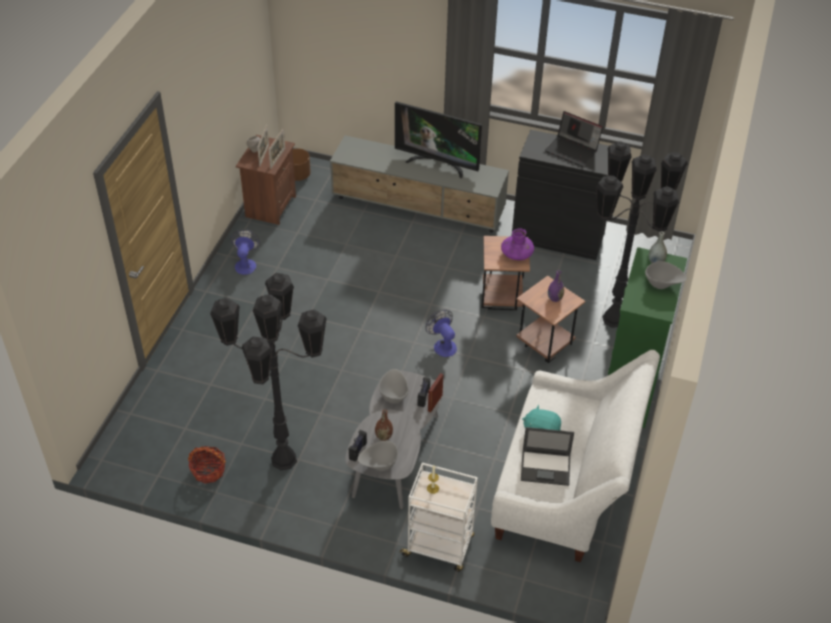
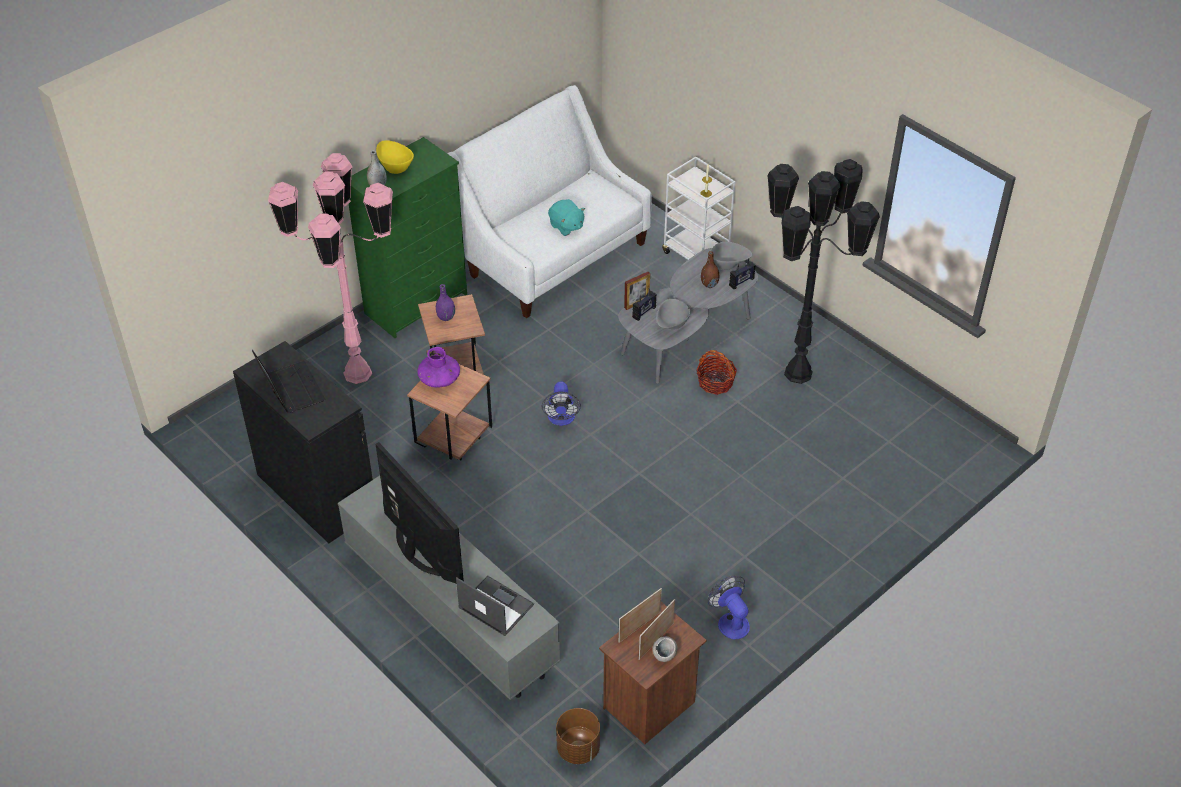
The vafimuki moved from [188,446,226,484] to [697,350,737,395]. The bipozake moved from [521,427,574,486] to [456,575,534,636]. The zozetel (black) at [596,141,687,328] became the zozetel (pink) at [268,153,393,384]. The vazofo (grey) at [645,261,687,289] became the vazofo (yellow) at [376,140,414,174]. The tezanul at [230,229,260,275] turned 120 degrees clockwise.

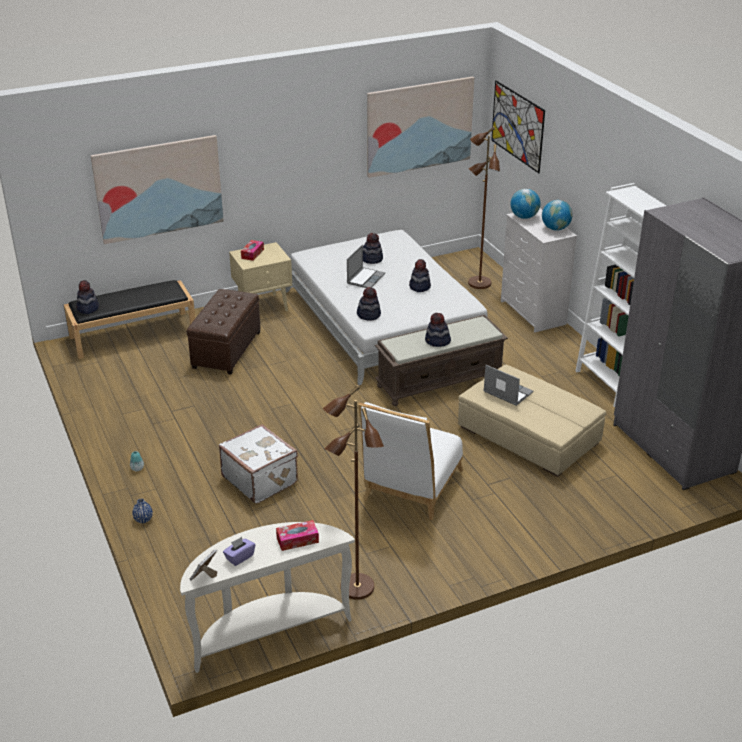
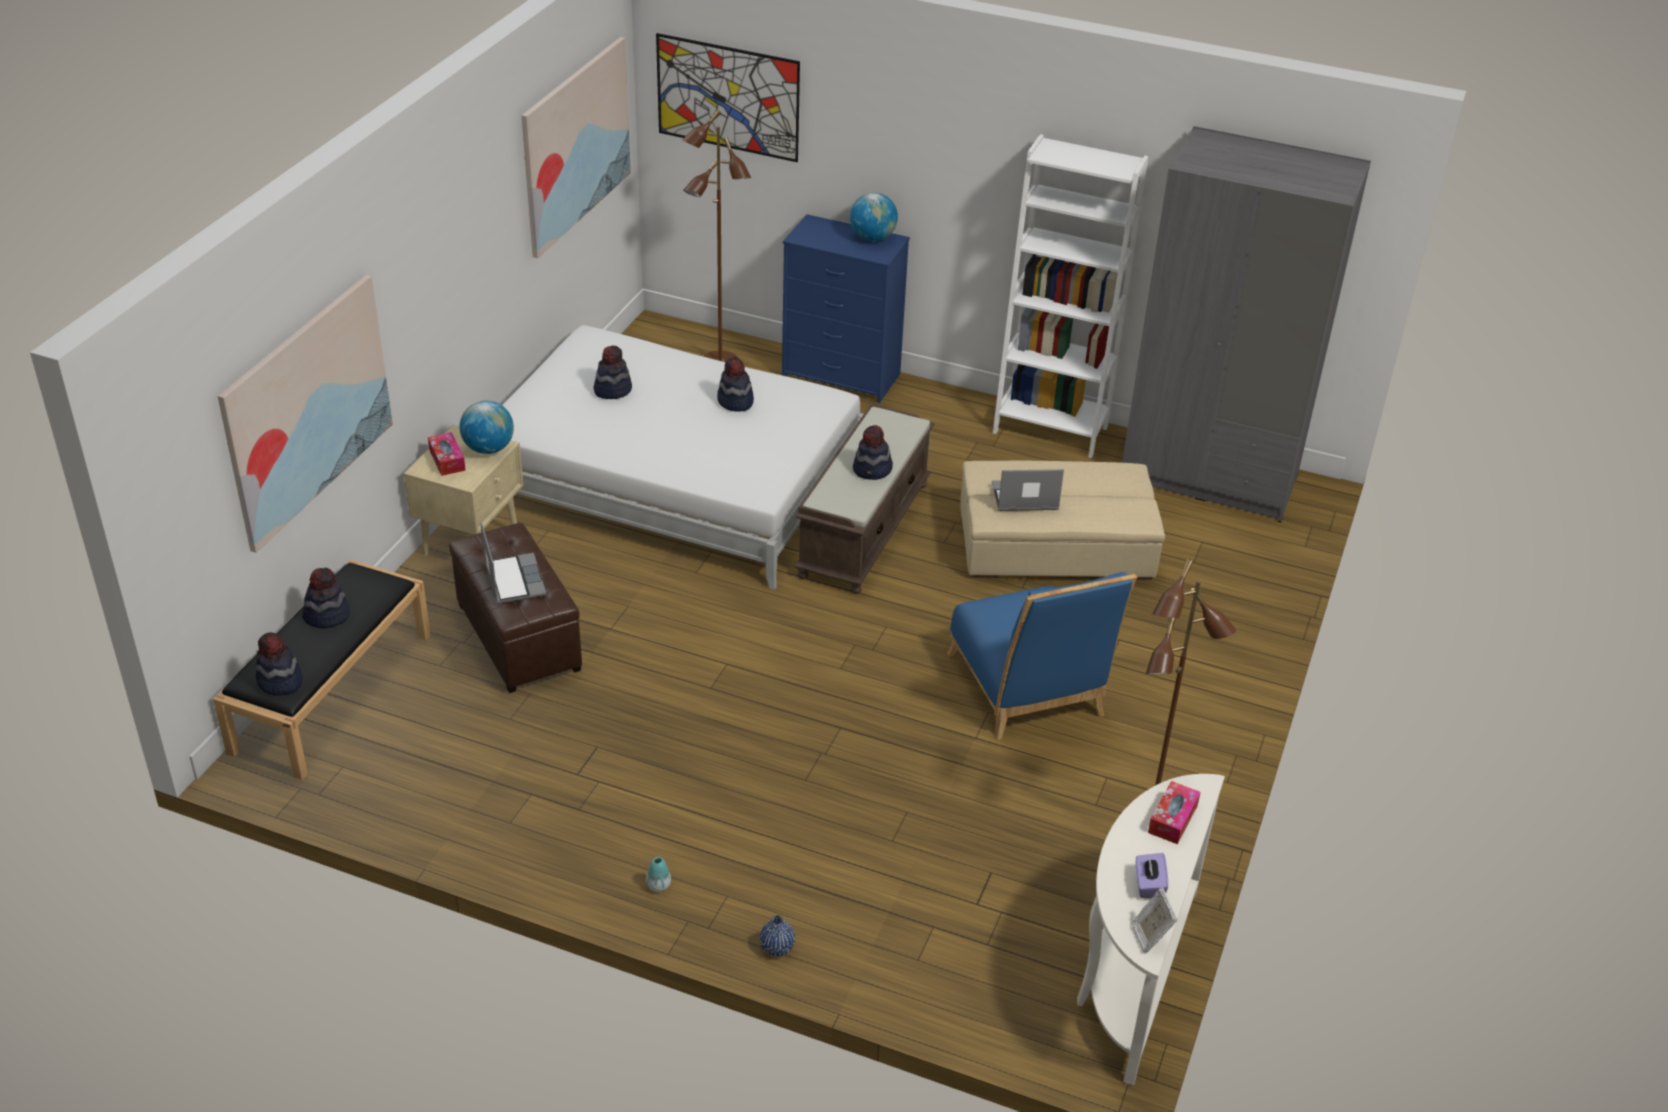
The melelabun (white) at [219,424,298,504] disappeared. The bipozake moved from [347,245,385,288] to [481,522,547,604]. The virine moved from [357,287,381,321] to [302,568,350,628]. The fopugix moved from [511,189,540,219] to [460,400,514,454]. The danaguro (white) at [358,402,463,520] became the danaguro (blue) at [947,572,1137,740]. The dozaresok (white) at [501,208,577,332] became the dozaresok (blue) at [782,214,910,403].

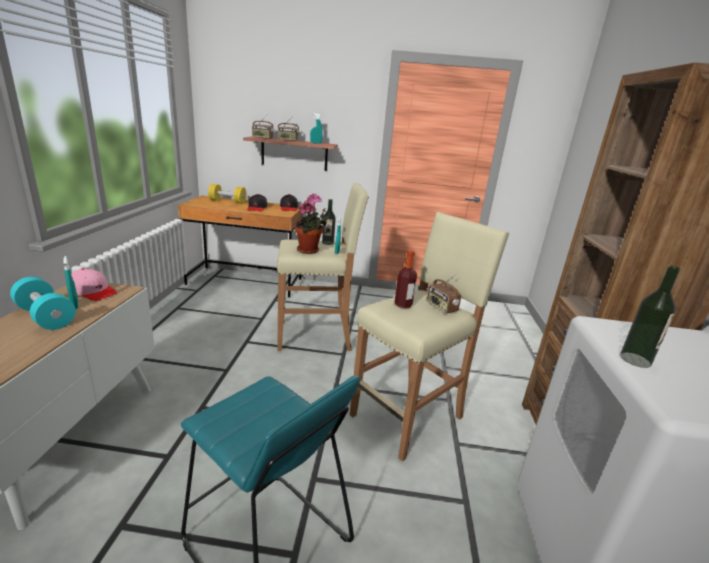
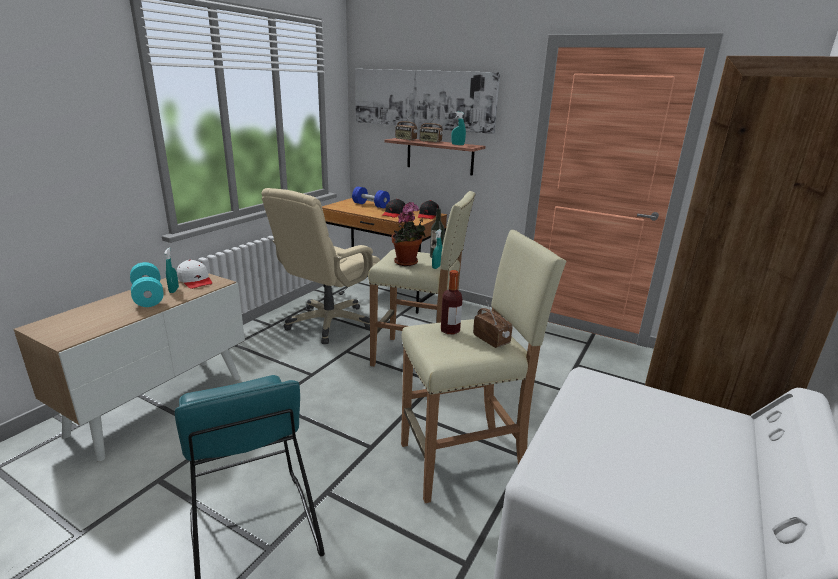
The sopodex at [620,265,680,368] disappeared. The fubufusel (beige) at [261,188,380,344] appeared. The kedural at [355,69,500,134] appeared. The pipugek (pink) at [71,268,118,301] became the pipugek (white) at [177,260,212,289]. The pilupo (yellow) at [208,184,247,204] became the pilupo (blue) at [352,187,390,208]. The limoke at [427,275,461,314] turned 150 degrees clockwise.

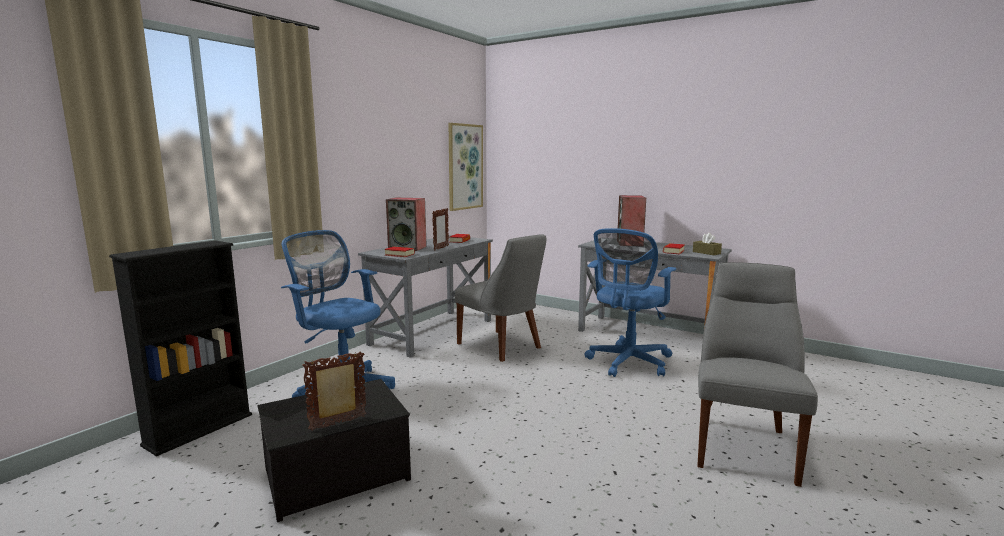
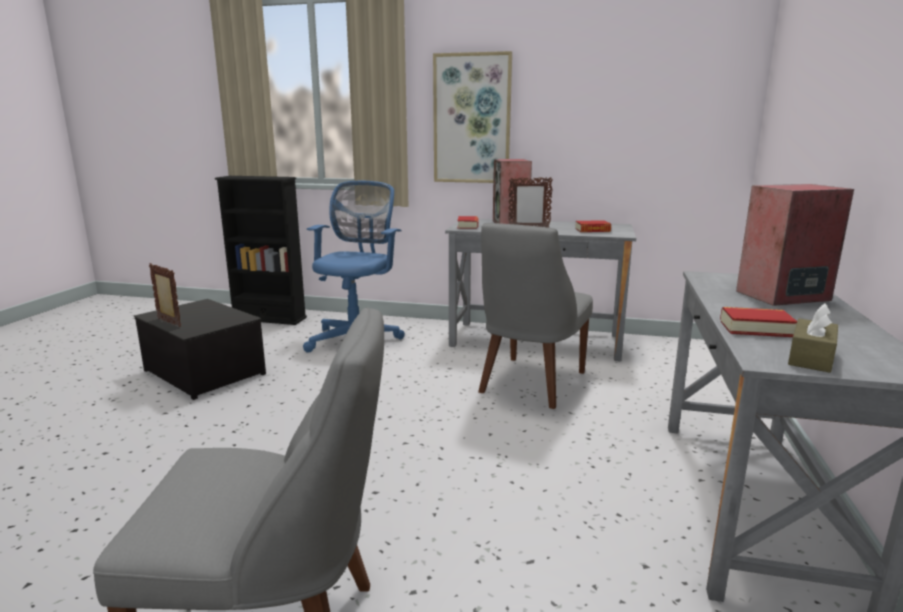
The fubufusel (blue) at [585,228,676,377] disappeared. The kedural moved from [449,123,483,211] to [433,51,512,183].

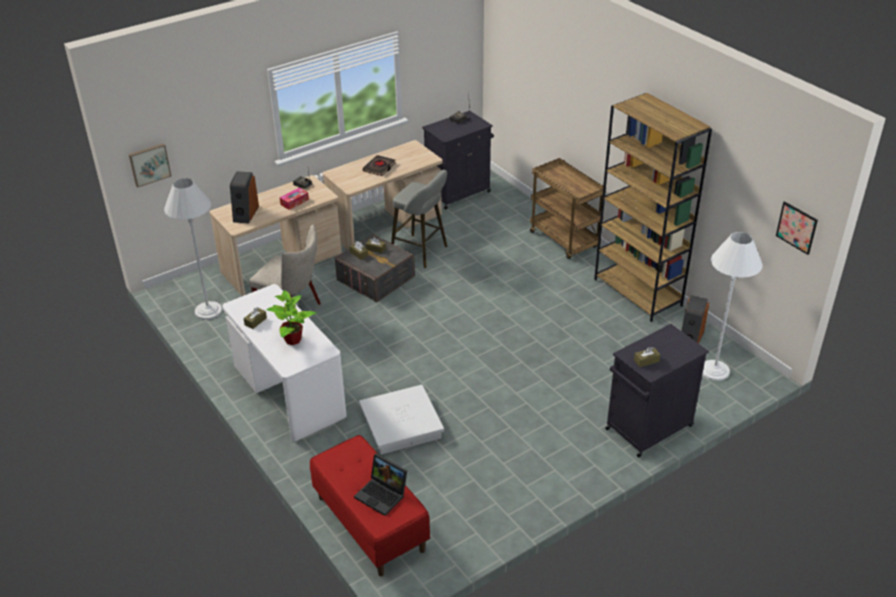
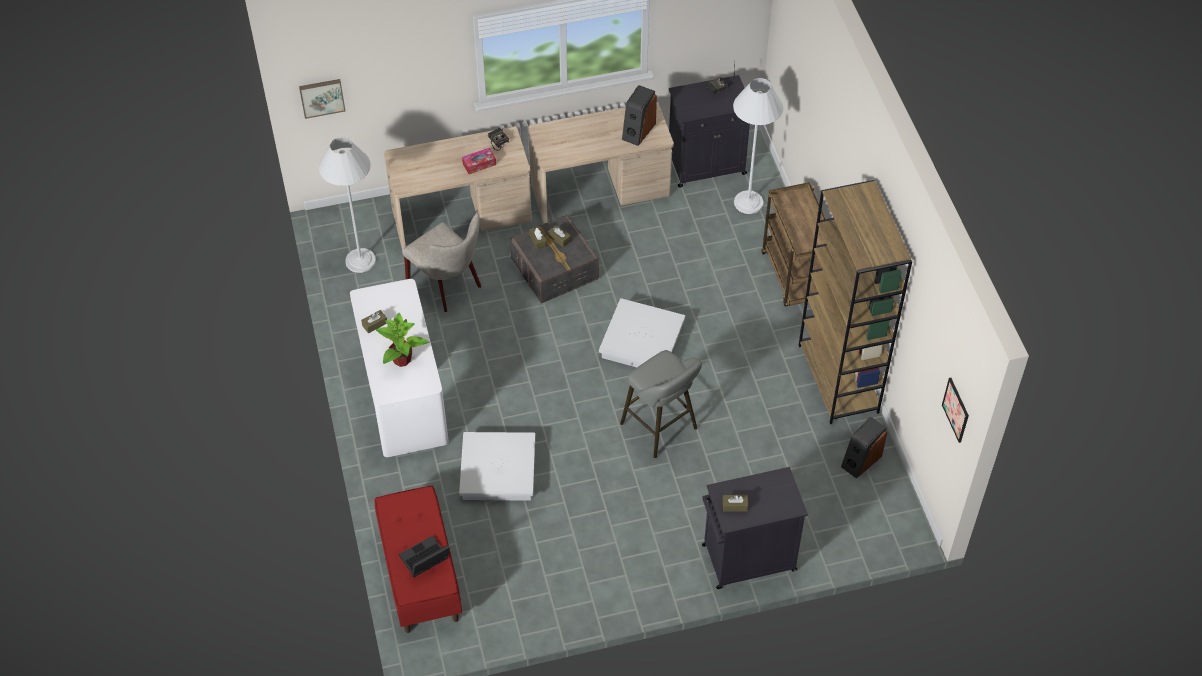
The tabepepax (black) at [363,155,395,176] disappeared. The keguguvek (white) at [599,298,685,367] appeared. The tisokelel moved from [230,171,259,223] to [622,85,657,146]. The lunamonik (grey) moved from [391,170,447,268] to [620,350,702,458]. The zozetel (white) moved from [702,232,762,381] to [733,78,783,214]. The bipozake at [354,454,407,516] turned 90 degrees clockwise.

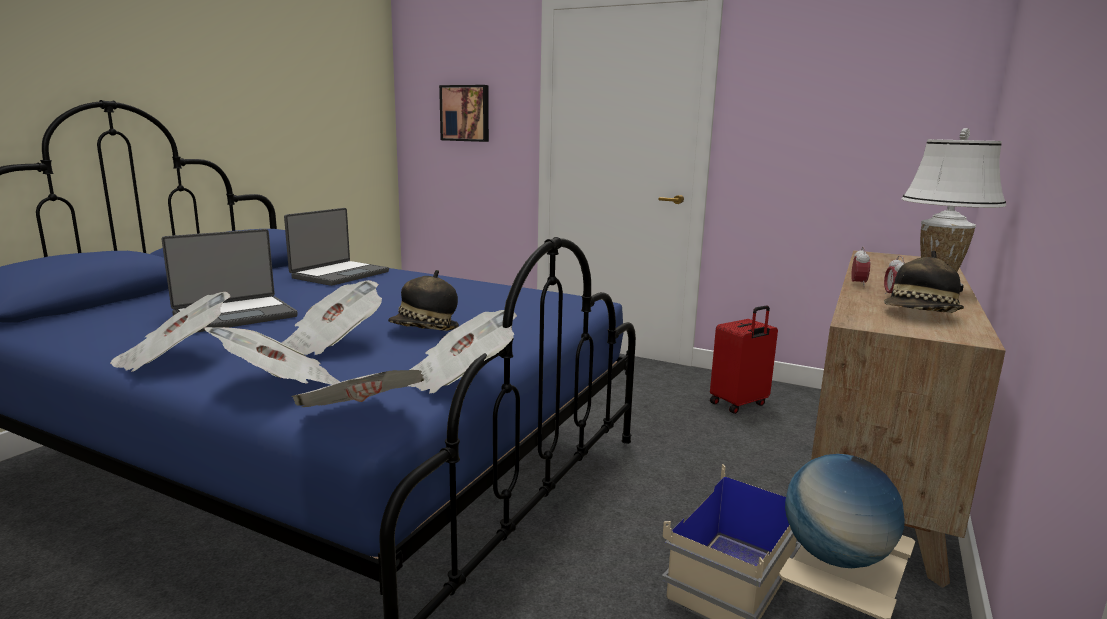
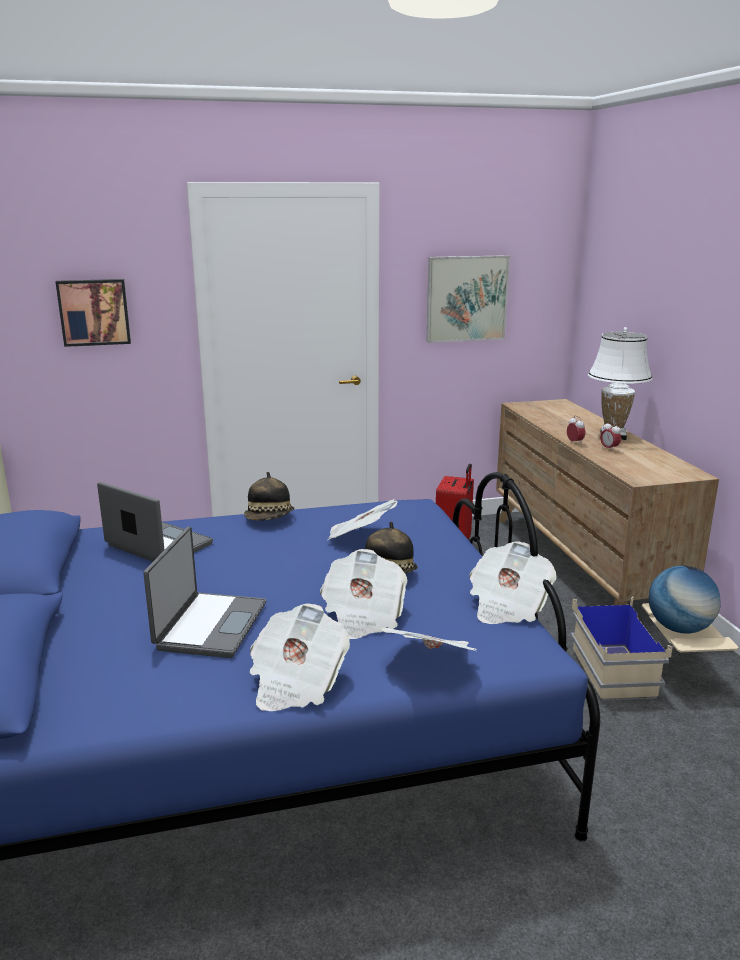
The kedural at [426,255,510,343] appeared. The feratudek moved from [291,370,425,407] to [327,499,398,540]. The virine moved from [884,250,964,313] to [244,472,294,520]. The bipozake at [284,208,389,286] turned 45 degrees counterclockwise.

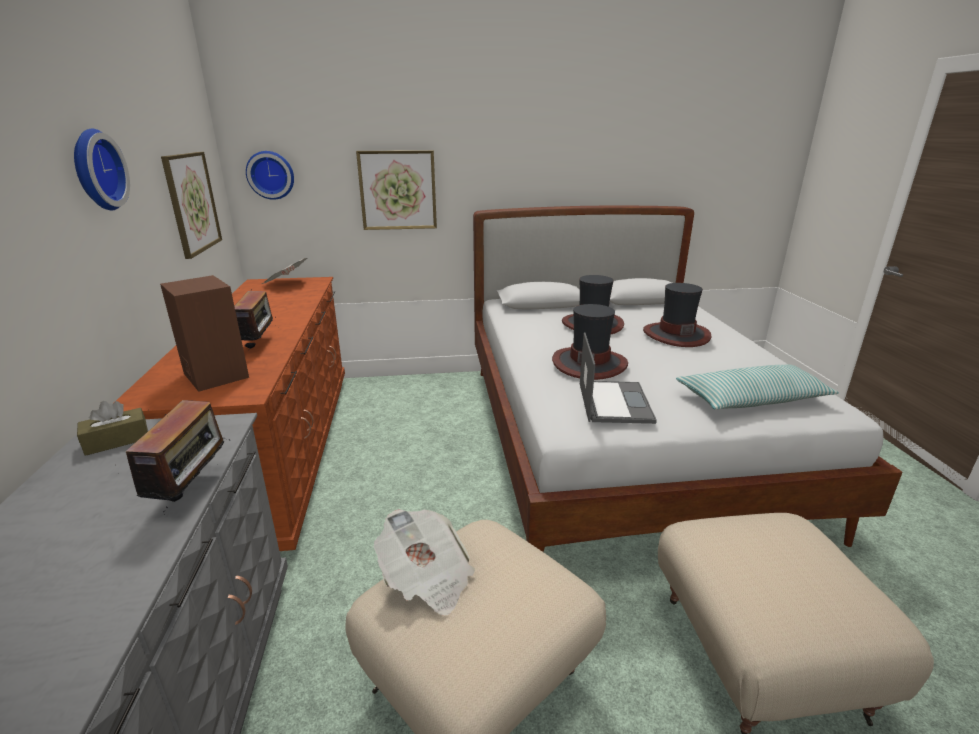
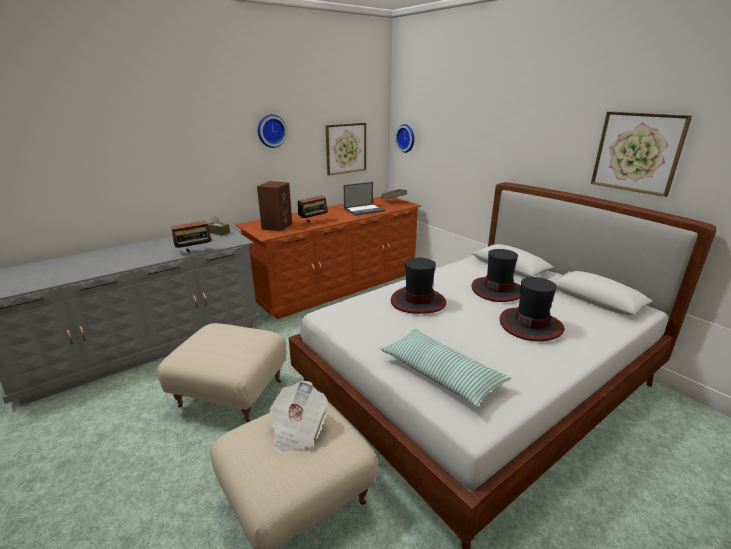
The kedural moved from [356,150,437,230] to [591,111,692,197]. The feratudek moved from [374,509,475,616] to [268,381,329,452]. The bipozake moved from [580,332,657,424] to [344,182,385,216].

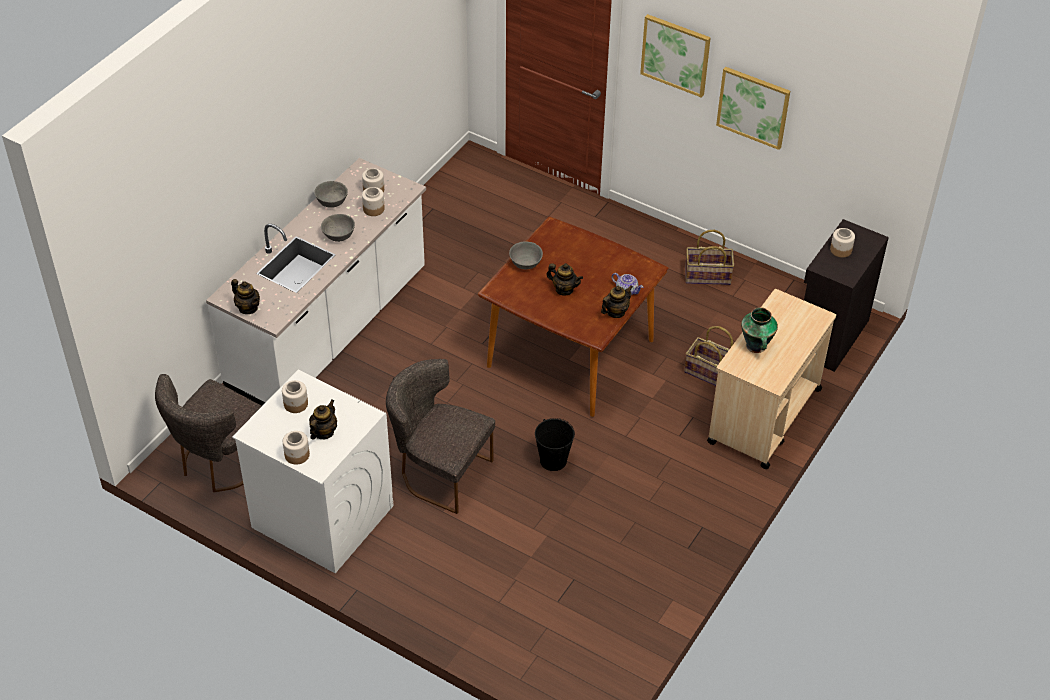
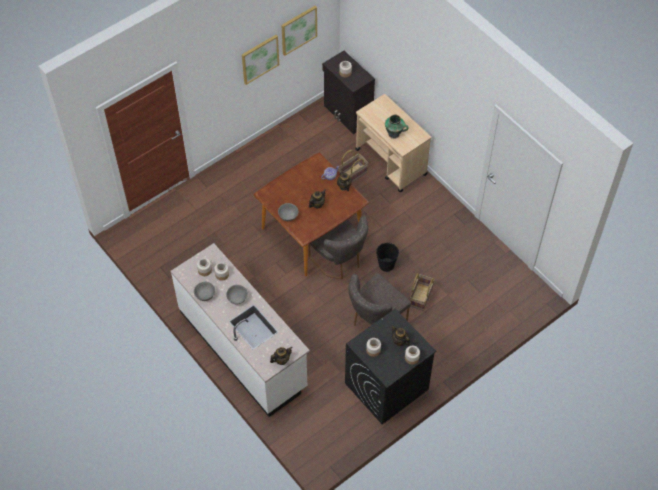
The danaguro (grey) moved from [155,374,262,492] to [308,216,368,279]. The kedural moved from [640,14,711,98] to [281,6,317,56]. The vafimuki moved from [685,230,734,285] to [410,273,435,311]. The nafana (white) at [232,369,393,573] became the nafana (black) at [345,309,436,424].

